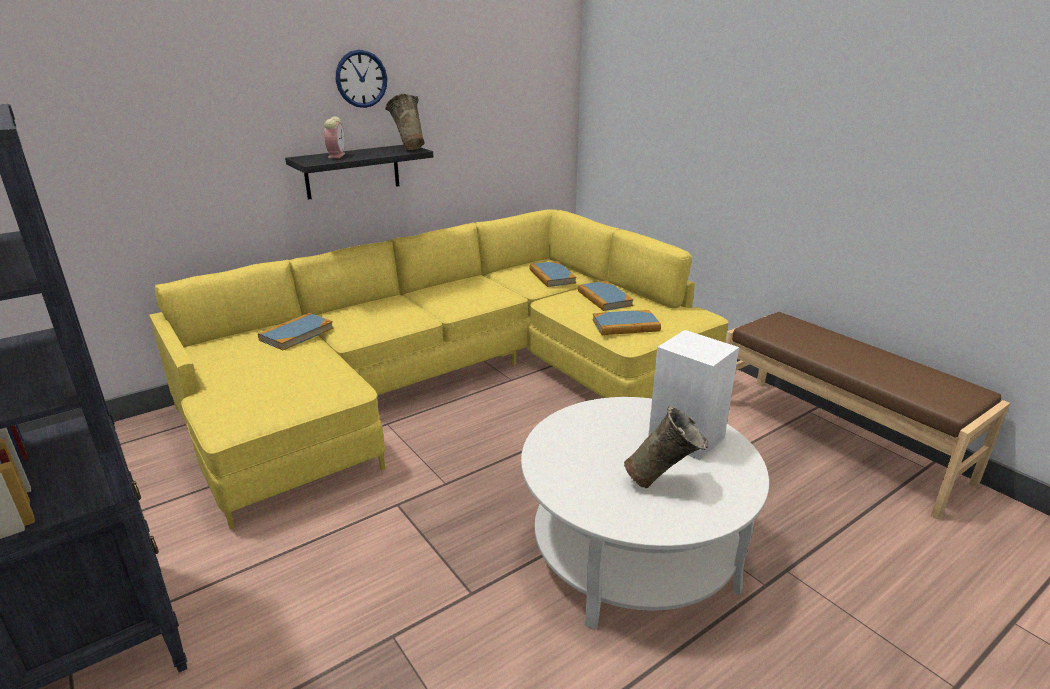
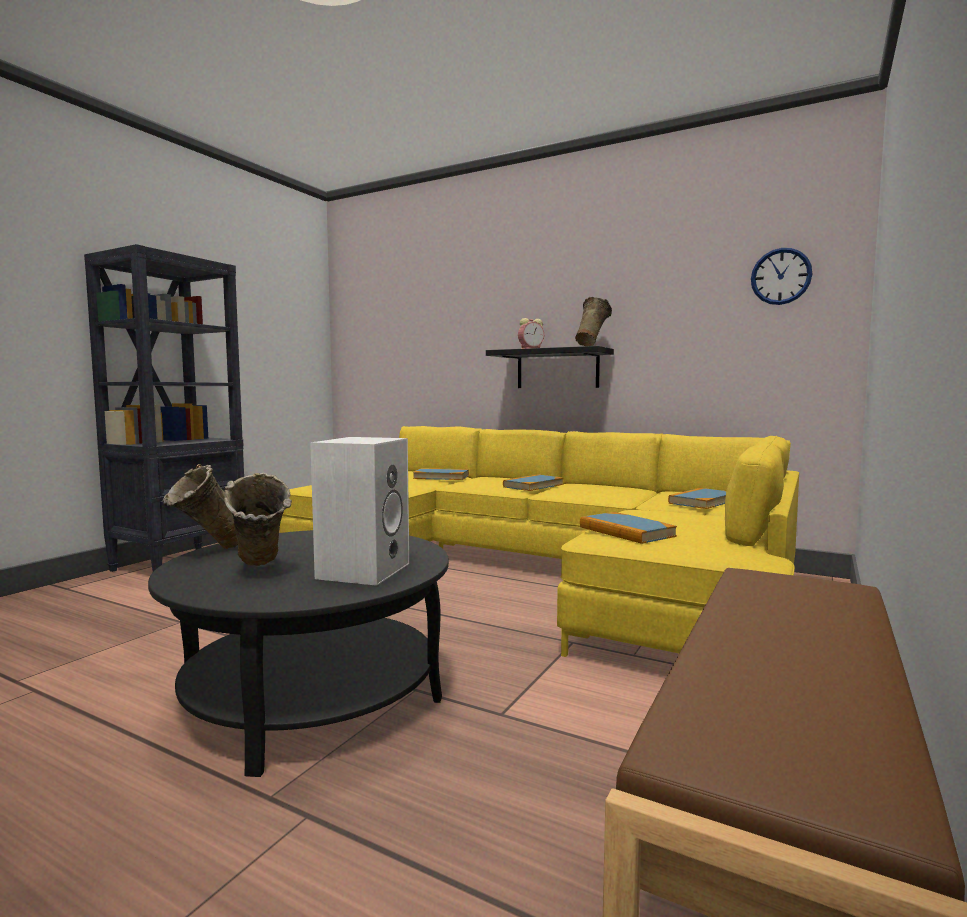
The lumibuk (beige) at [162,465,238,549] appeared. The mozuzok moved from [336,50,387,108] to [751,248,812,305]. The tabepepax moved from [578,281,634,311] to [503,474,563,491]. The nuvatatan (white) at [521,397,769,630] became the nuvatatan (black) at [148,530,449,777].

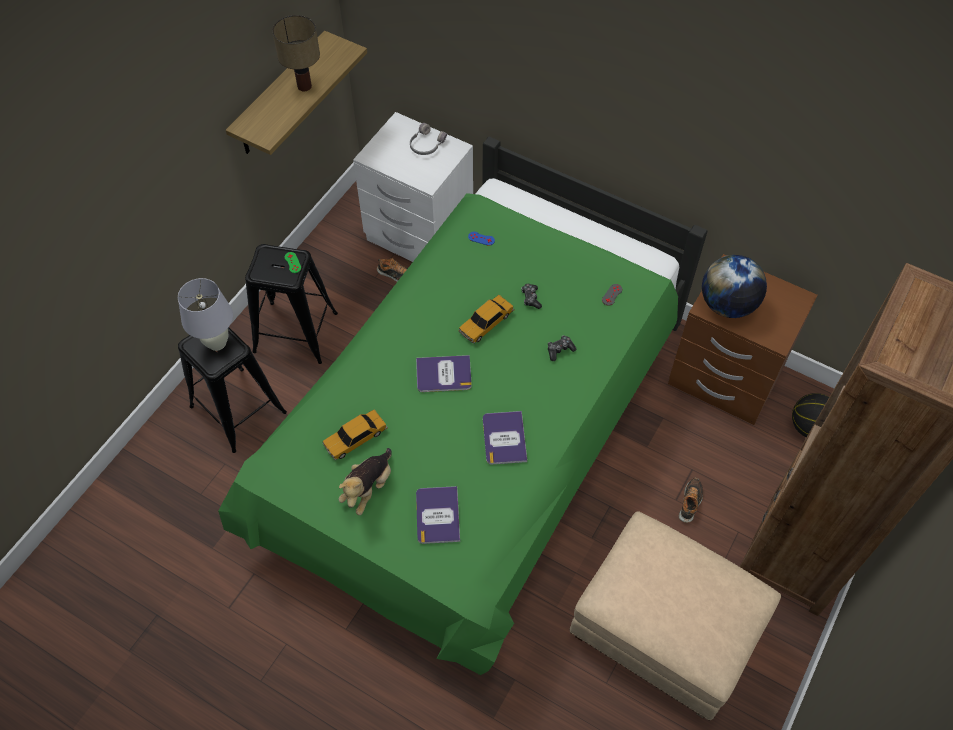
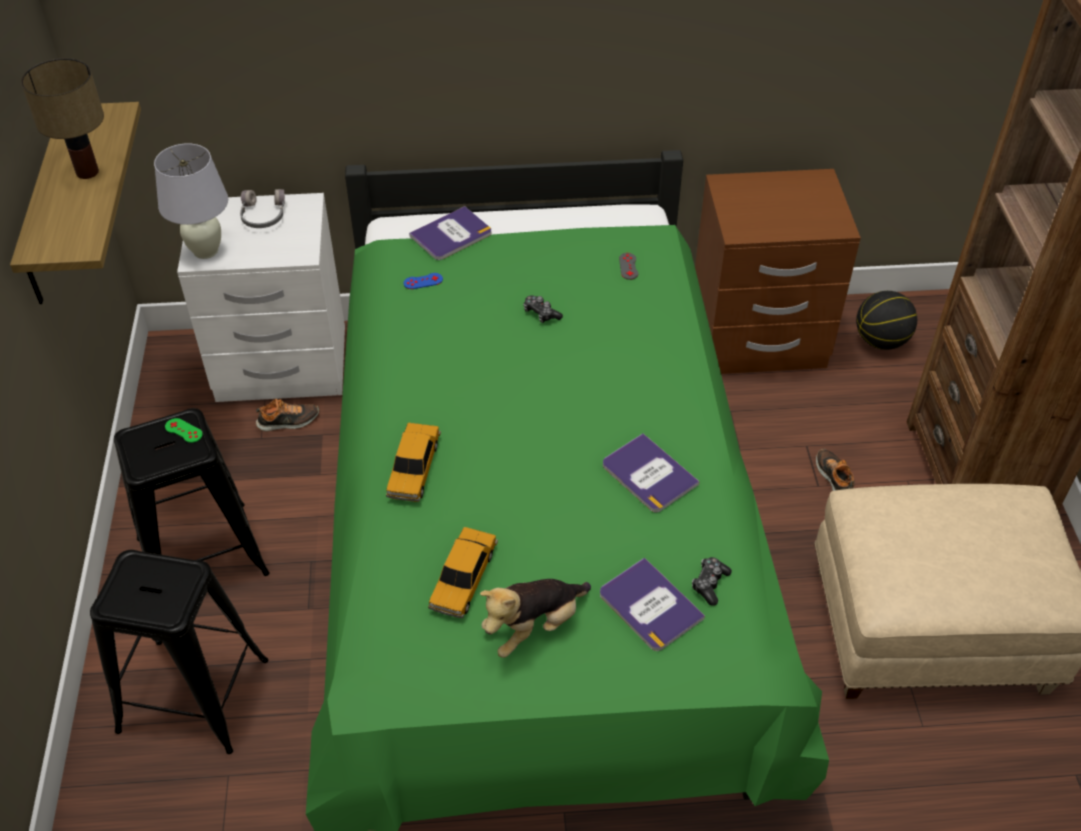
The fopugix at [702,255,767,318] disappeared. The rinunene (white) moved from [178,278,233,351] to [154,143,228,259]. The tabepepax moved from [416,355,472,392] to [409,206,492,260]. The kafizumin moved from [458,295,514,344] to [386,423,441,502]. The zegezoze moved from [548,335,576,361] to [692,557,732,606]. The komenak at [339,448,392,515] turned 60 degrees clockwise.

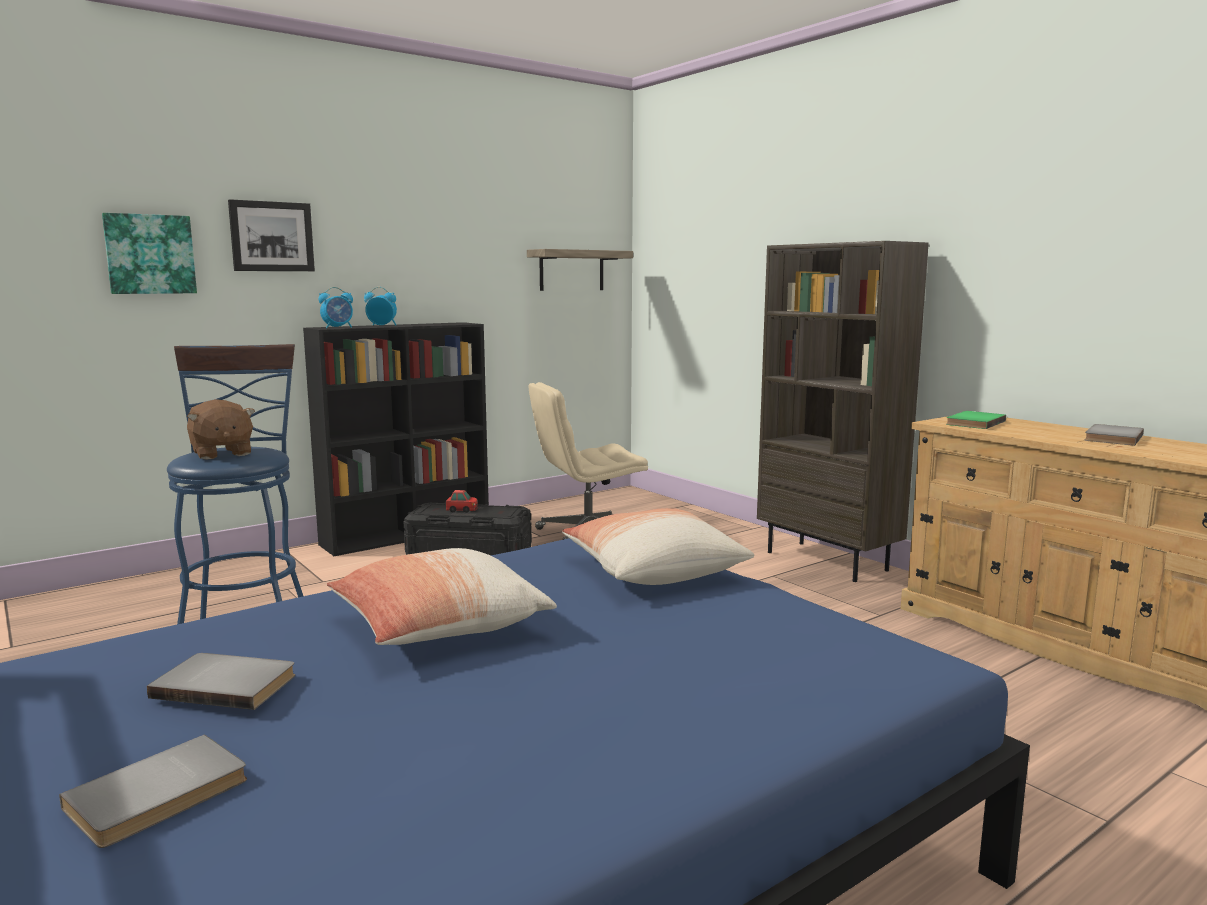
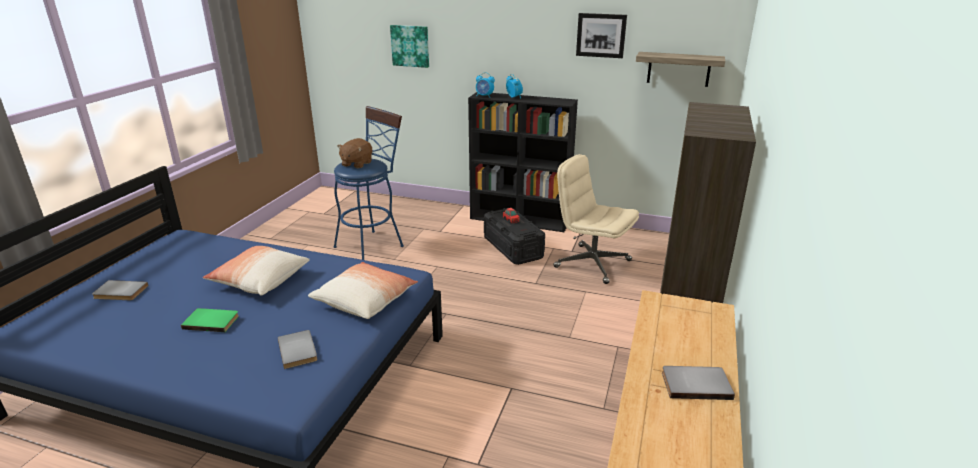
The tabepepax (grey) moved from [147,653,295,710] to [278,330,317,369]. The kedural moved from [228,199,315,271] to [576,13,627,58]. The tabepepax (green) moved from [946,411,1006,429] to [181,308,239,332].

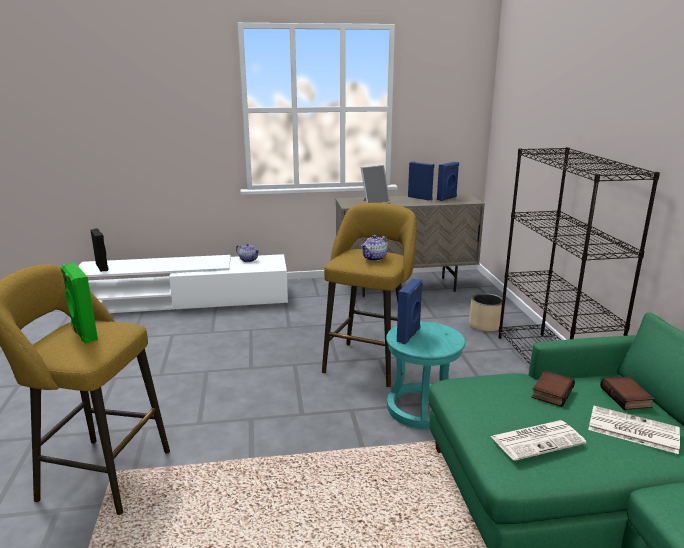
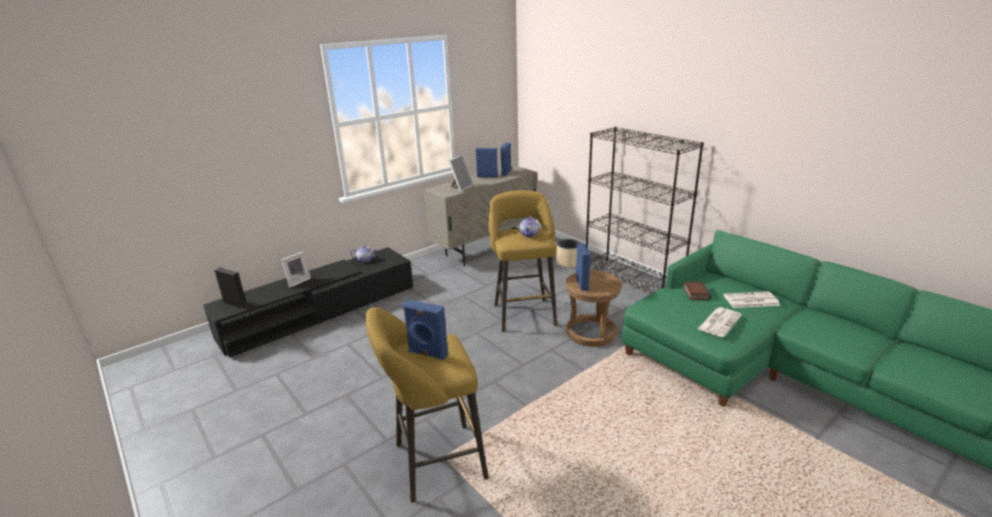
The tabepepax at [600,377,654,410] disappeared. The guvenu at [281,252,311,287] appeared. The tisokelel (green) at [61,263,98,344] became the tisokelel (blue) at [403,300,448,360]. The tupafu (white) at [78,254,288,313] became the tupafu (black) at [203,247,413,358]. The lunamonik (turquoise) at [386,321,465,429] became the lunamonik (brown) at [565,270,622,347].

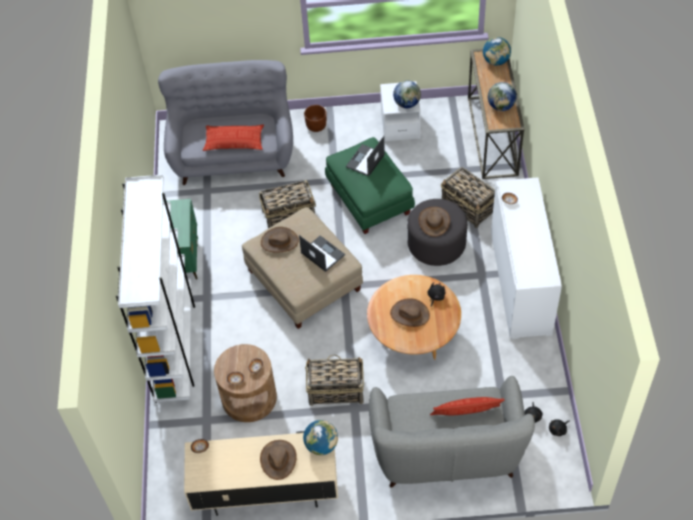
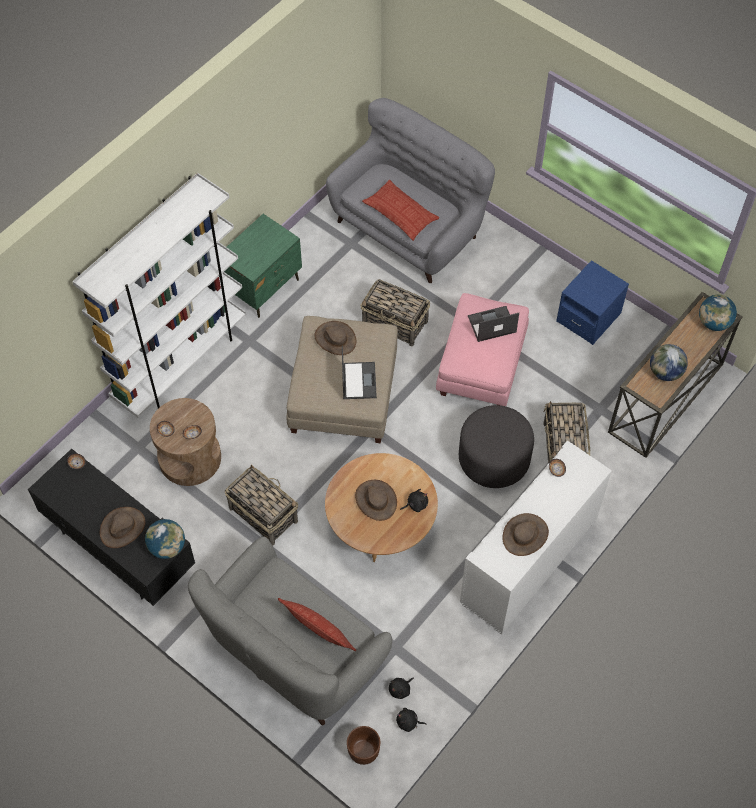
The fopugix at [393,80,421,108] disappeared. The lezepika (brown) moved from [304,105,327,132] to [347,726,380,765]. The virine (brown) moved from [419,207,450,237] to [502,513,549,556]. The tupafu (beige) at [184,431,338,516] became the tupafu (black) at [28,449,195,606]. The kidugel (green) at [325,137,415,234] became the kidugel (pink) at [436,293,529,406]. The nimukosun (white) at [380,81,421,141] became the nimukosun (blue) at [556,260,629,345].

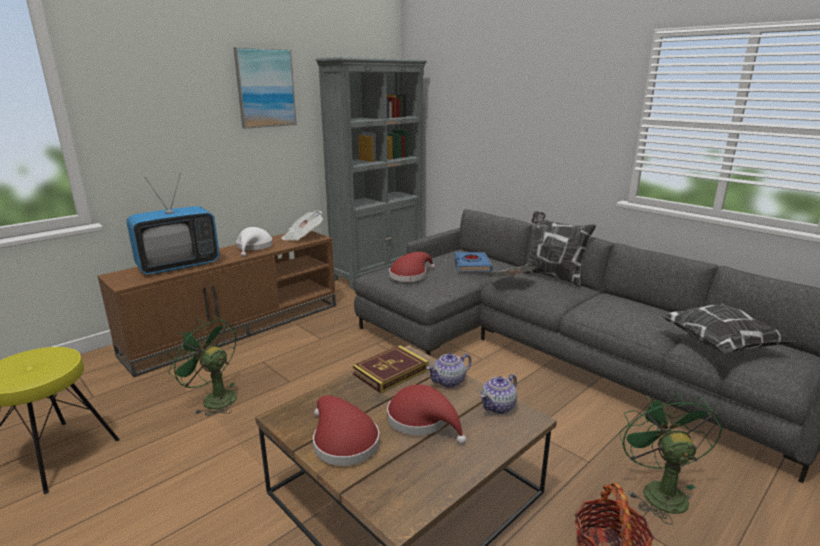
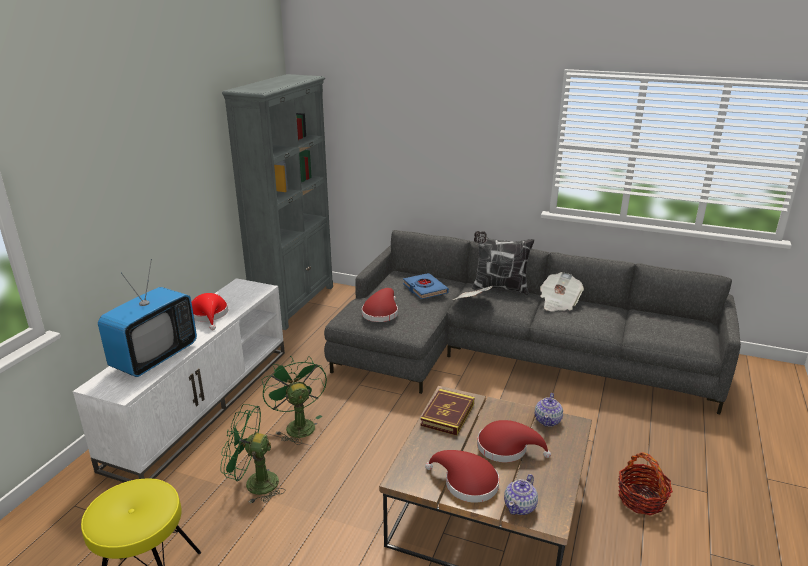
The kedural at [233,47,297,129] disappeared. The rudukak at [660,303,796,353] disappeared. The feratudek moved from [281,210,323,241] to [540,272,584,311]. The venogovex moved from [426,353,472,388] to [504,474,538,515]. The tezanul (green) moved from [619,390,722,525] to [262,356,327,445]. The tupafu (brown) at [97,231,336,377] became the tupafu (white) at [73,278,285,482]. The virine (white) at [236,227,273,257] became the virine (red) at [192,293,228,330].

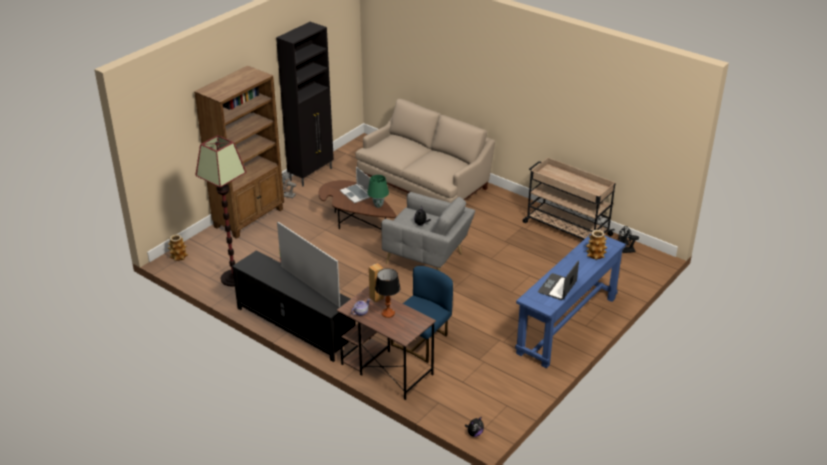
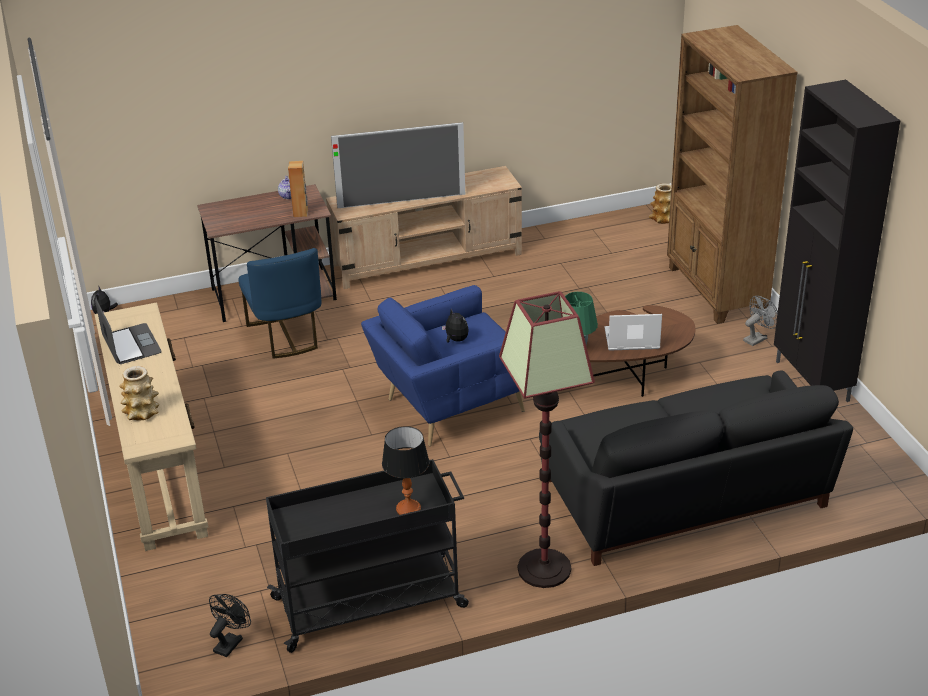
The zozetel moved from [195,135,246,287] to [499,291,595,588]. The rinunene moved from [375,269,400,318] to [382,426,429,515]. The tupafu (black) at [232,251,355,362] became the tupafu (beige) at [326,166,522,289]. The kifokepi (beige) at [355,99,495,203] became the kifokepi (black) at [539,371,853,566]. The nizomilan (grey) at [381,192,475,271] became the nizomilan (blue) at [361,285,525,446]. The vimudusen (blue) at [515,234,626,369] became the vimudusen (beige) at [94,302,208,551]. The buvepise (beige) at [523,158,616,240] became the buvepise (black) at [266,459,469,653].

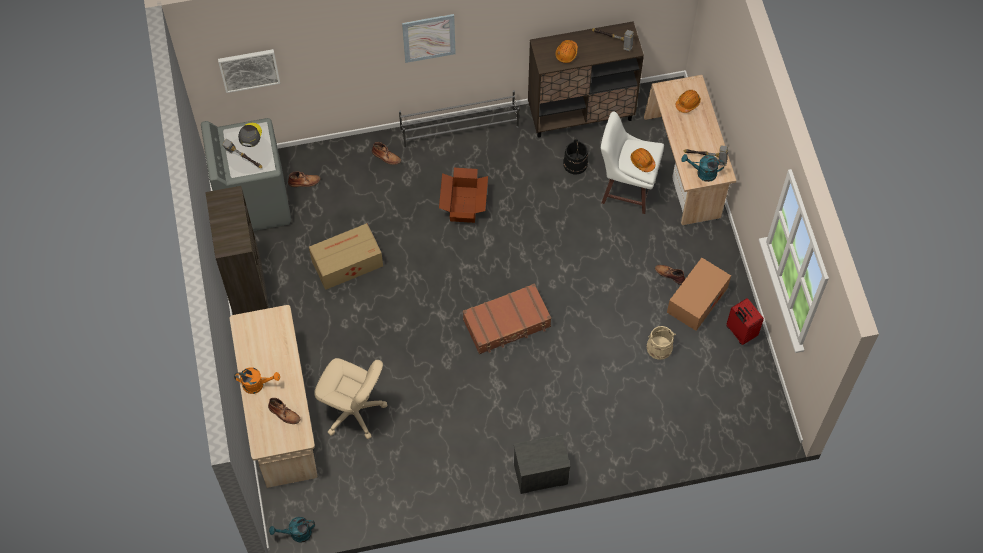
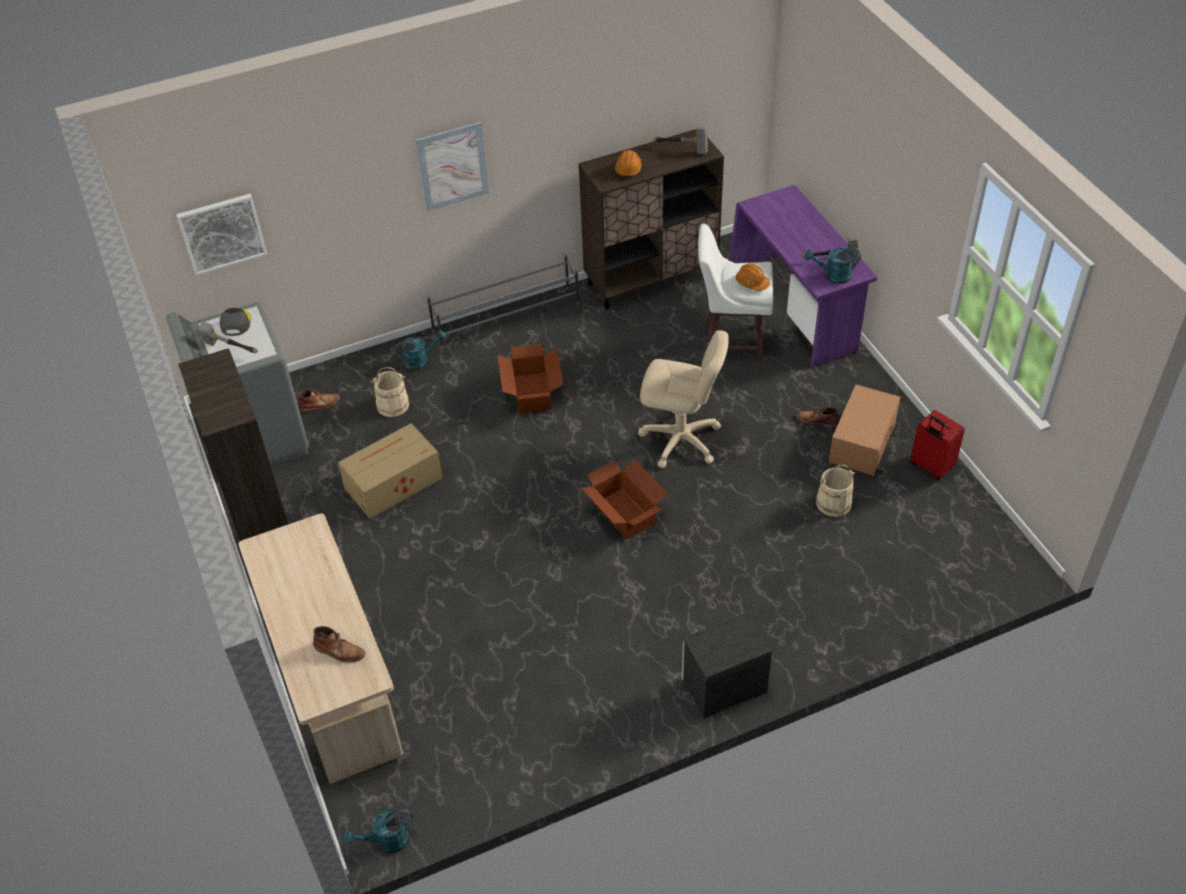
The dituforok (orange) at [234,367,280,394] disappeared. The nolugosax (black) at [563,138,588,175] disappeared. The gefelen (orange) at [676,90,701,113] disappeared. The nolugosax (beige) at [370,367,409,417] appeared. The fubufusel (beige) moved from [314,358,387,439] to [638,330,729,468]. The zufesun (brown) at [372,142,401,165] was replaced by the dituforok (turquoise) at [395,330,446,370]. The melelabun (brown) at [463,283,551,354] was replaced by the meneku at [581,459,668,539]. The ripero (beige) at [644,75,736,225] became the ripero (purple) at [729,185,877,366].

